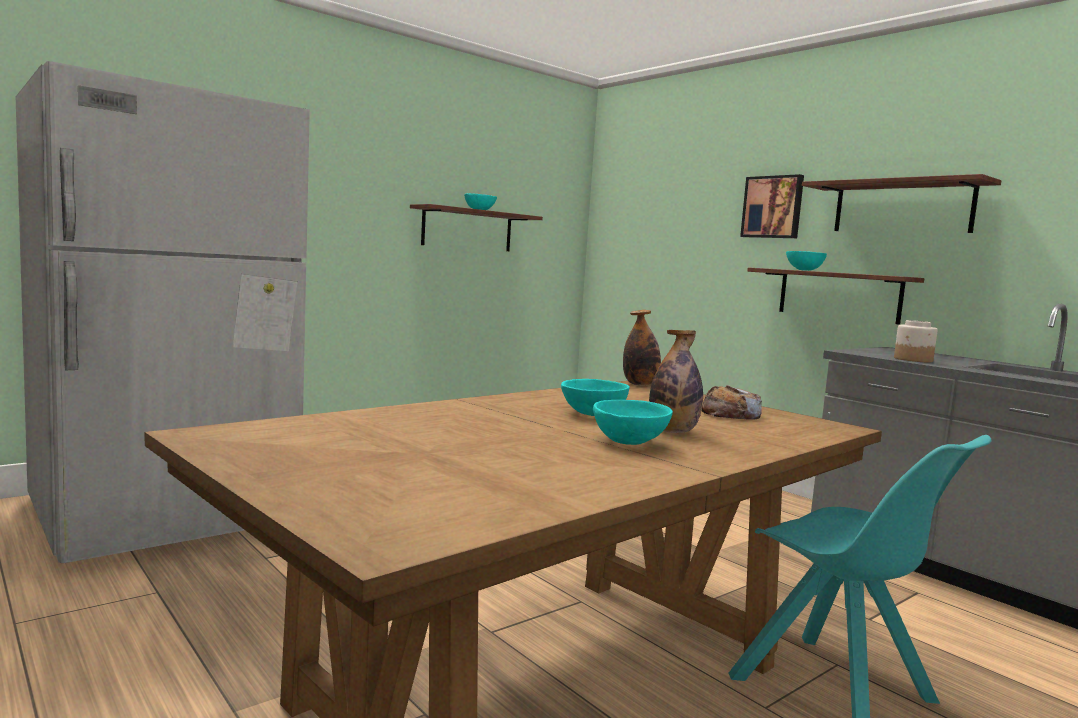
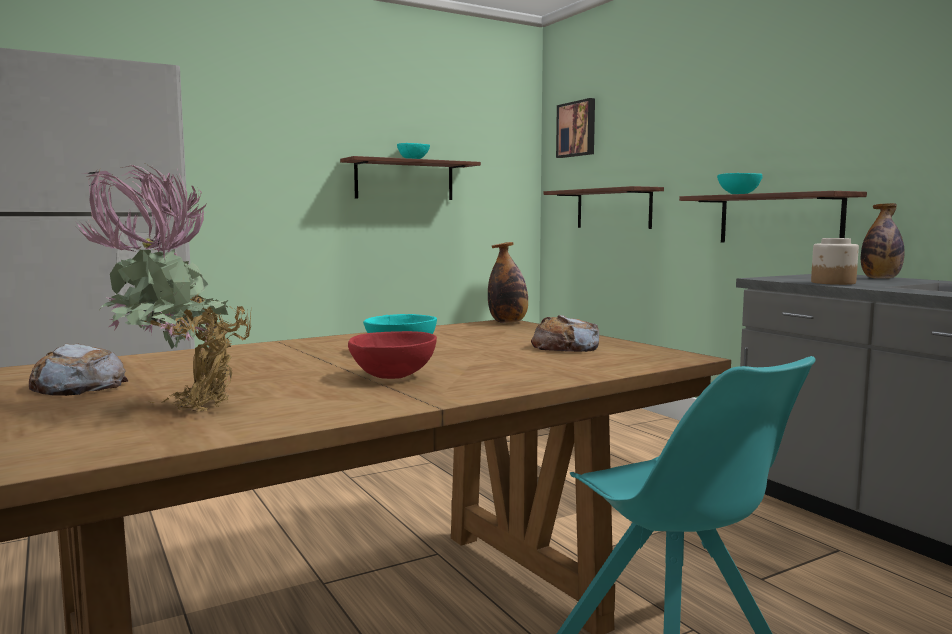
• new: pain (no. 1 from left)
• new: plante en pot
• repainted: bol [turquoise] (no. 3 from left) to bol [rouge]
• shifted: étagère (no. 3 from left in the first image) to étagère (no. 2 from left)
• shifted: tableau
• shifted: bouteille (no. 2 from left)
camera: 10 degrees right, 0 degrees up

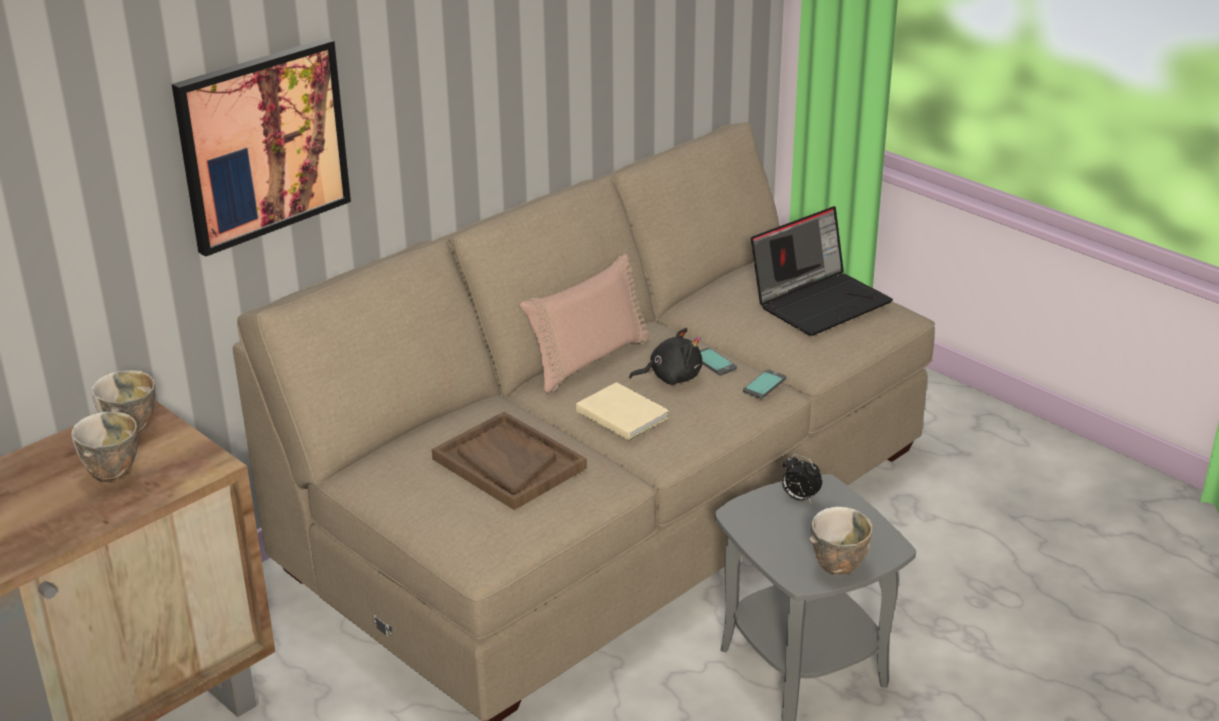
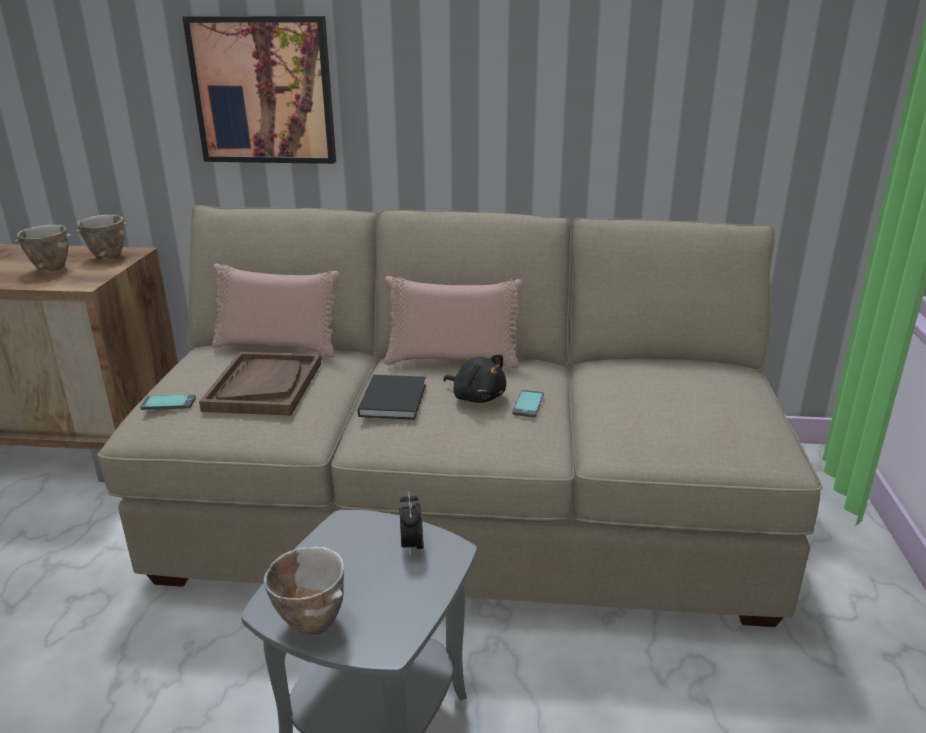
• shifted: téléphone (no. 2 from left in the first image) to téléphone (no. 1 from left)
• new: coussin [beige] (no. 1 from left)
• repainted: livre [beige] to livre [noir]
• gone: ordinateur portable
camera: 50 degrees right, 5 degrees down

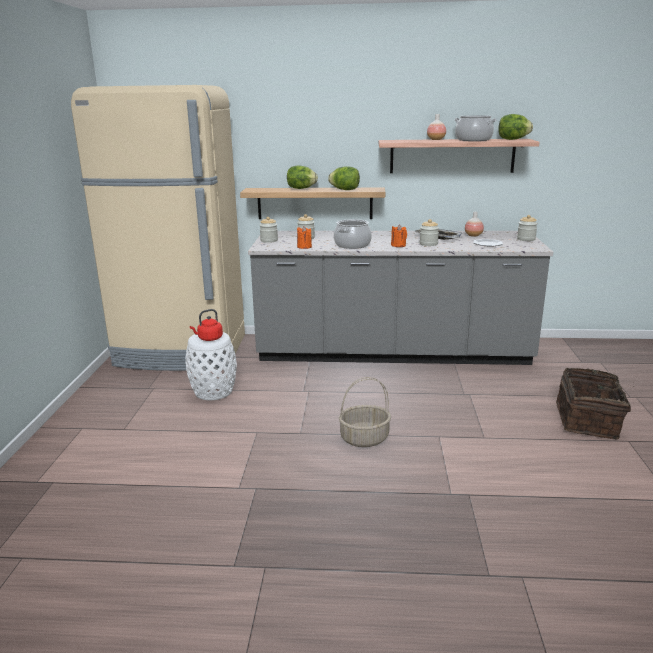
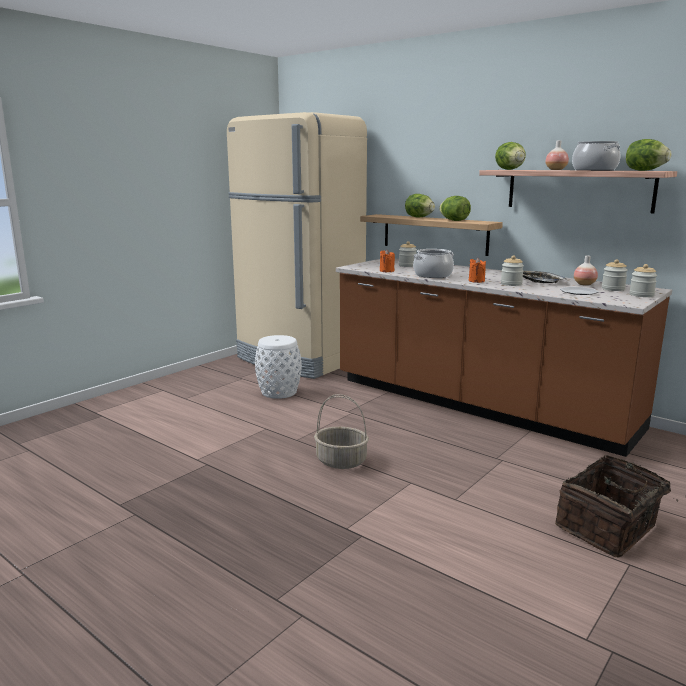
• repainted: comptoir de cuisine [gris] to comptoir de cuisine [marron]
• new: laitue (no. 3 from left)
• shifted: bocal (no. 1 from left in the first image) to bocal (no. 3 from left)
• gone: bouilloire [rouge]
camera: 35 degrees right, 5 degrees down

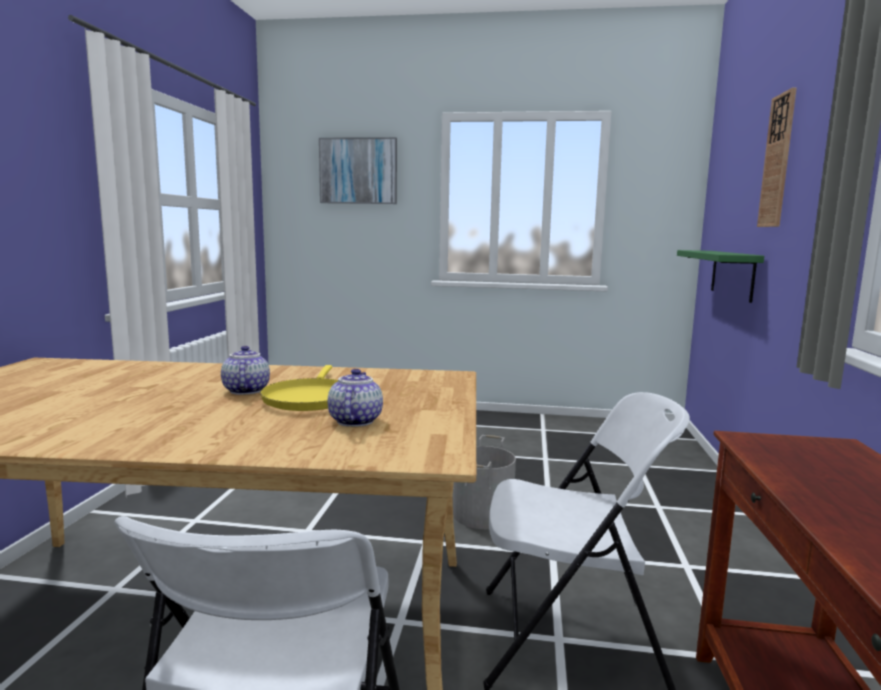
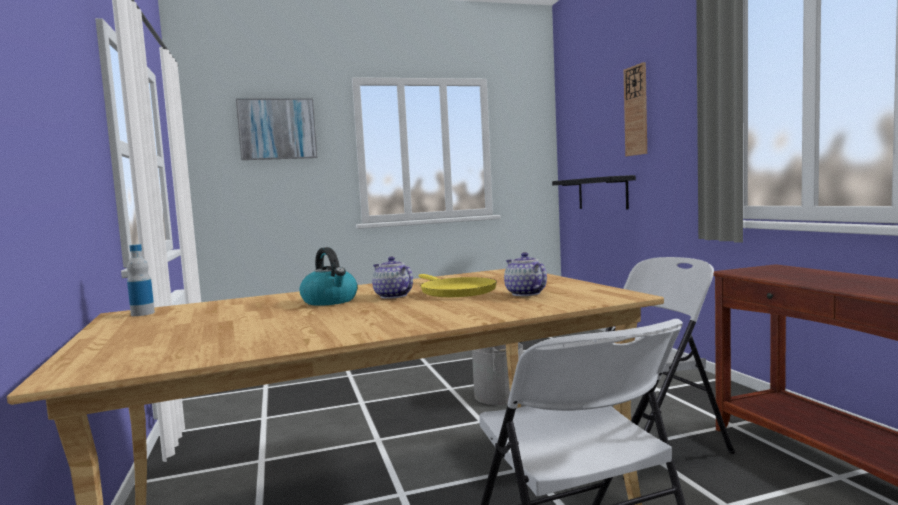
• new: bouteille
• new: bouilloire
• repainted: étagère [vert] to étagère [noir]
camera: 25 degrees left, 5 degrees down

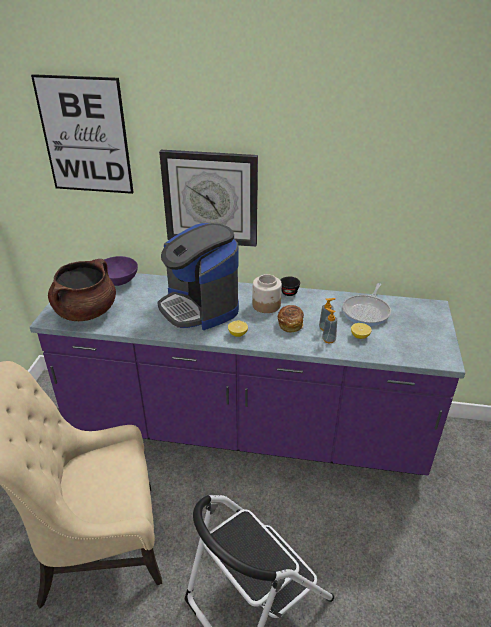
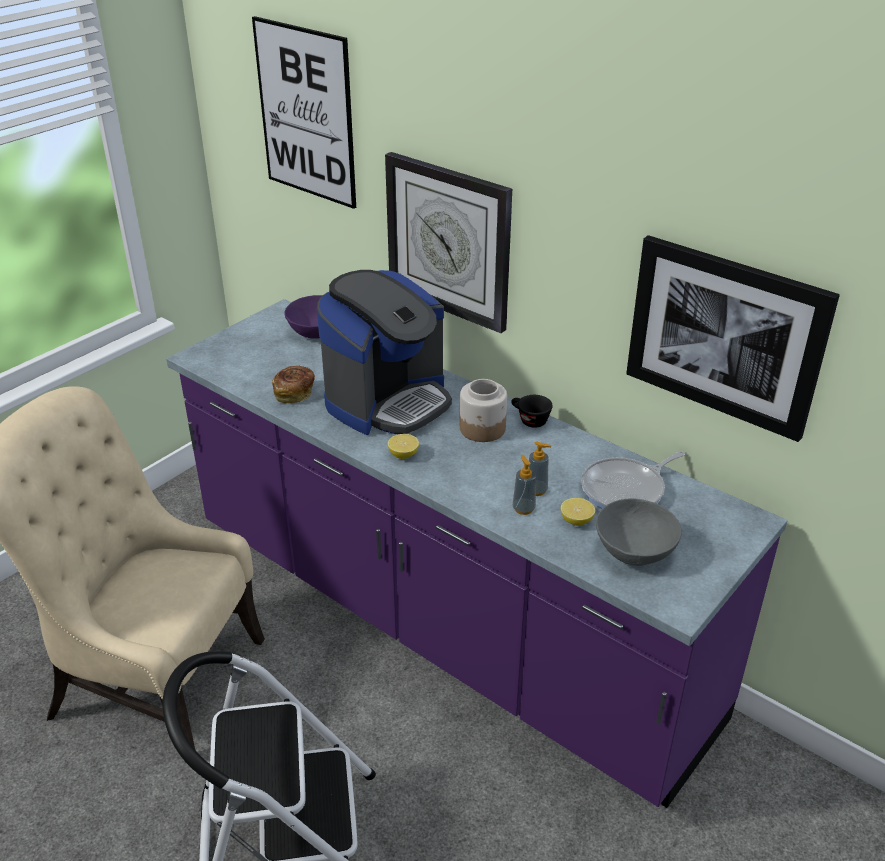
• shifted: pain
• rotated: machine à café 135 degrees counterclockwise
• new: bol [gris]
• new: tableau (no. 2 from left)
• gone: marmite [marron]
camera: 30 degrees right, 0 degrees up

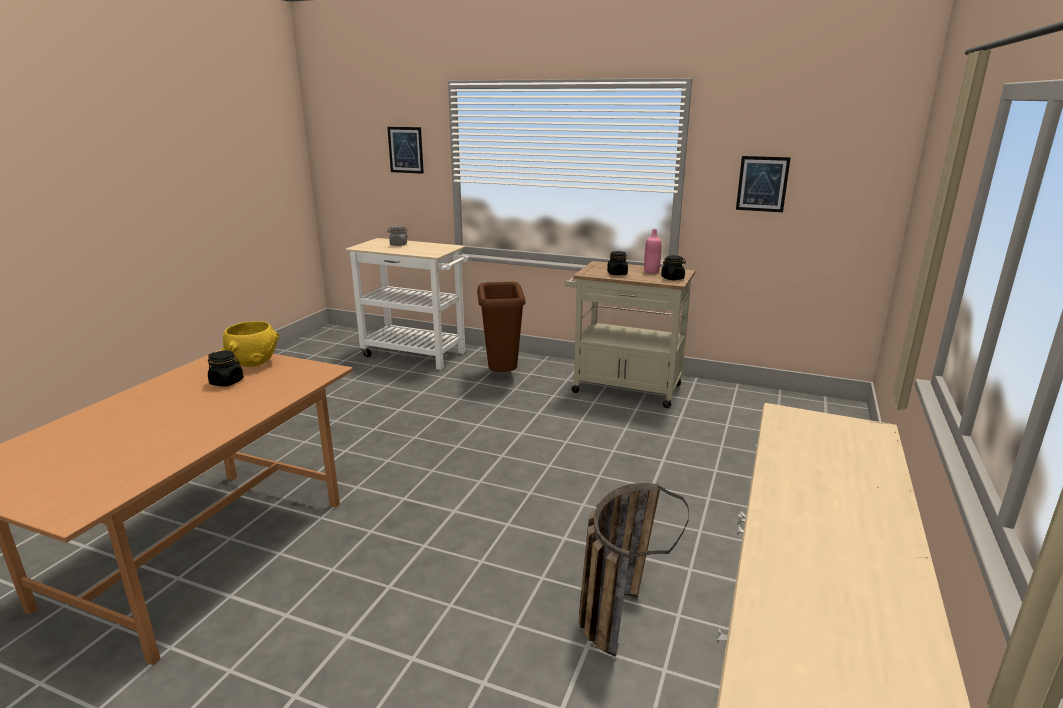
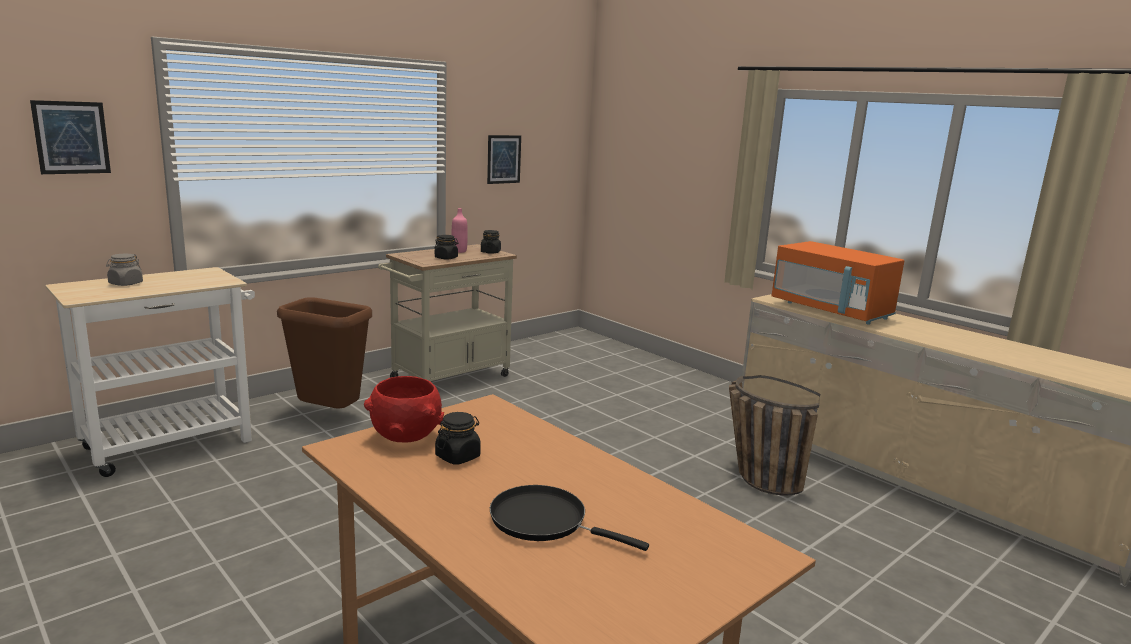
• repainted: bol [jaune] to bol [rouge]
• new: poêle [noir]
• new: micro-ondes [orange]
camera: 65 degrees left, 5 degrees down

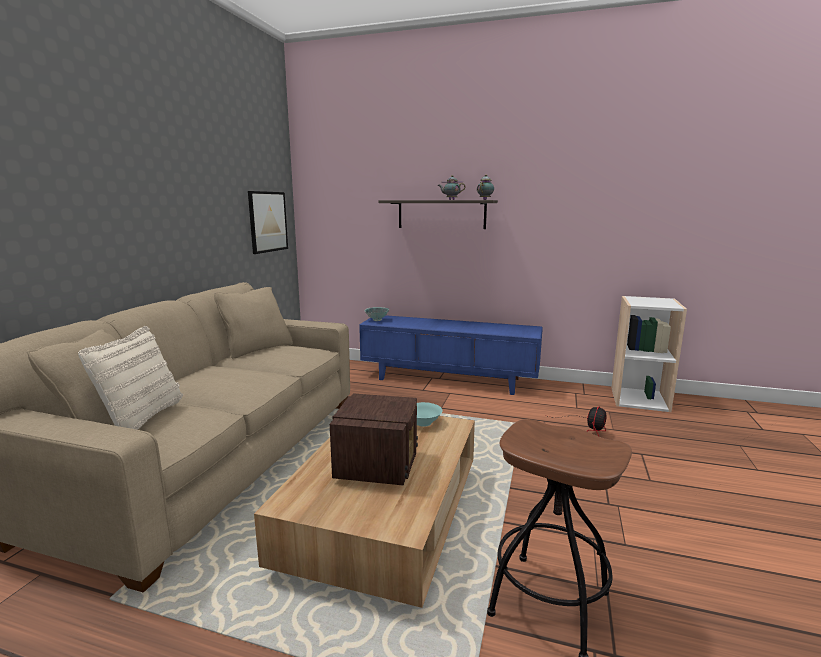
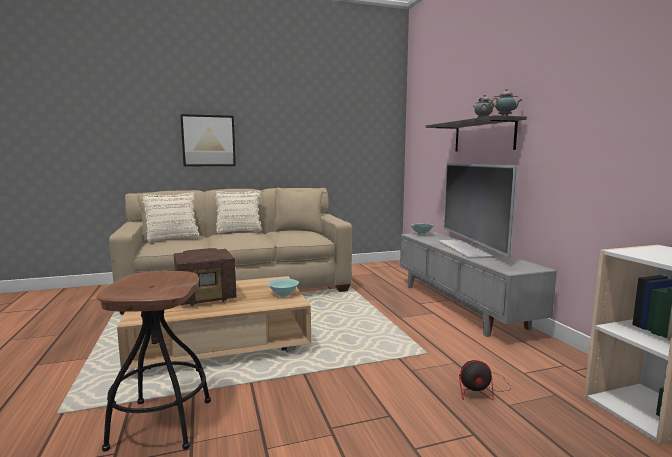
• shifted: tableau
• new: coussin [beige] (no. 2 from left)
• repainted: meuble télé [bleu] to meuble télé [gris]
• new: téléviseur
camera: 55 degrees right, 5 degrees down

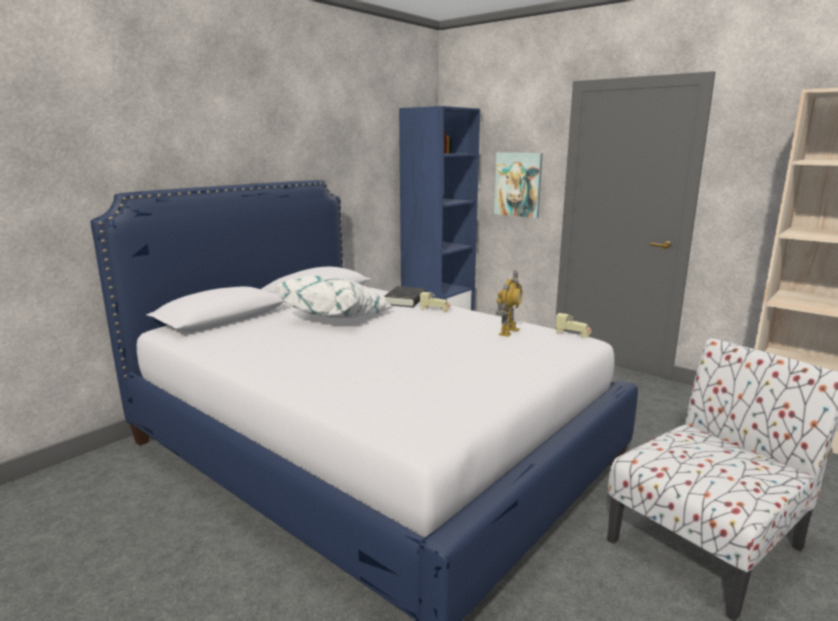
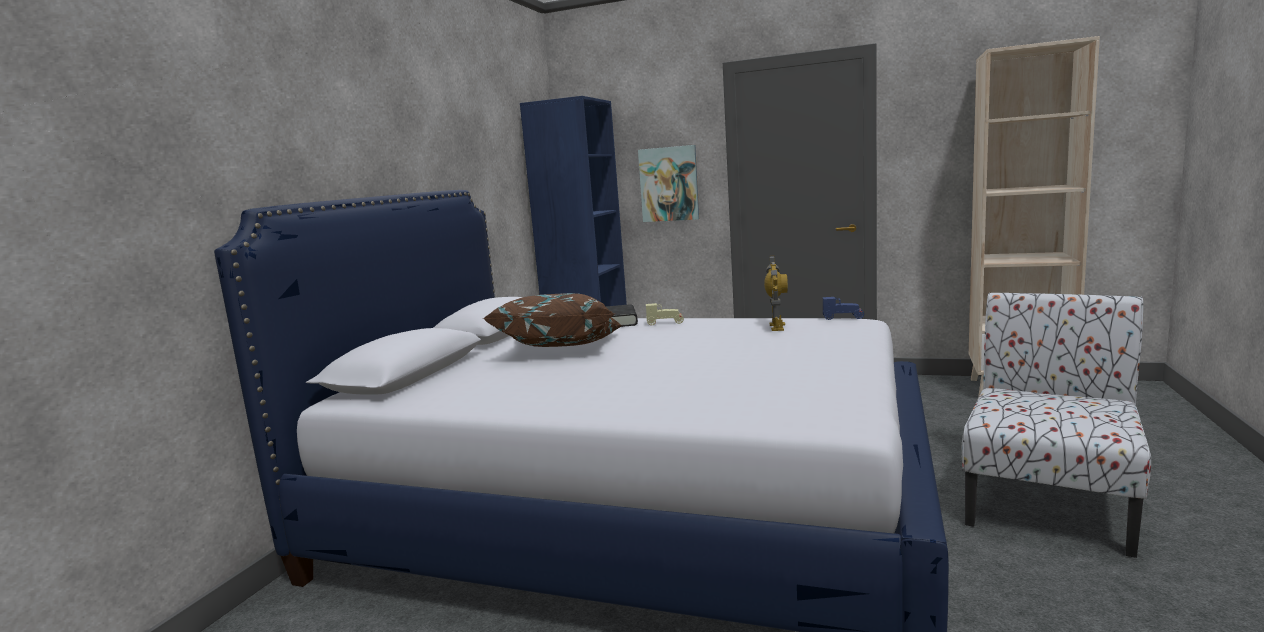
• repainted: coussin [blanc] to coussin [marron]
• repainted: petite voiture [beige] (no. 2 from left) to petite voiture [bleu]
camera: 20 degrees left, 5 degrees down

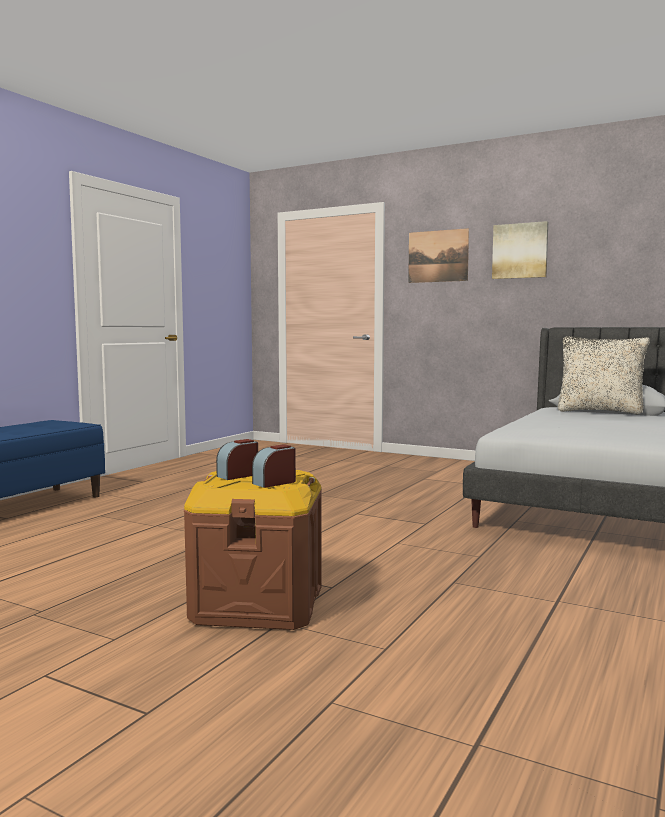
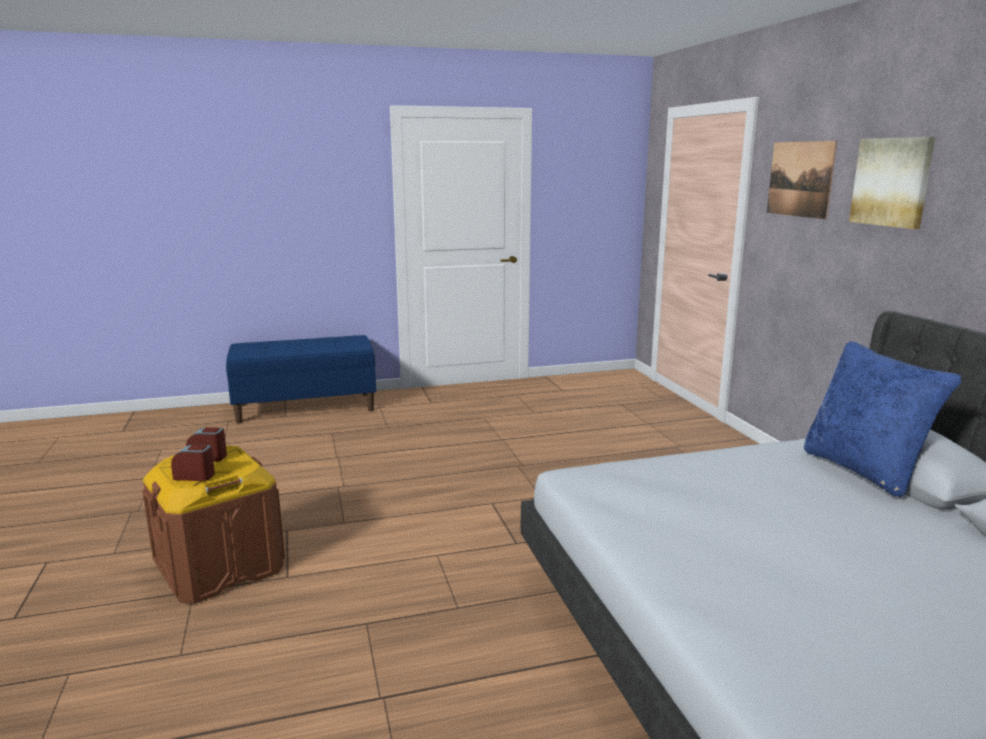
• repainted: coussin [beige] to coussin [bleu]
camera: 45 degrees right, 10 degrees up

